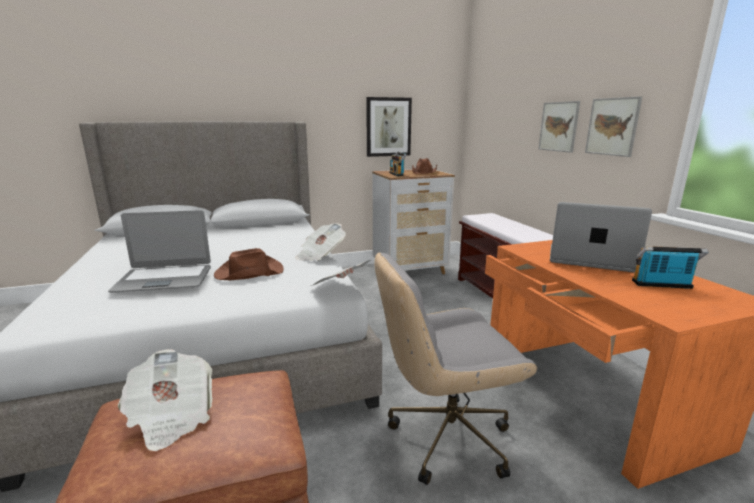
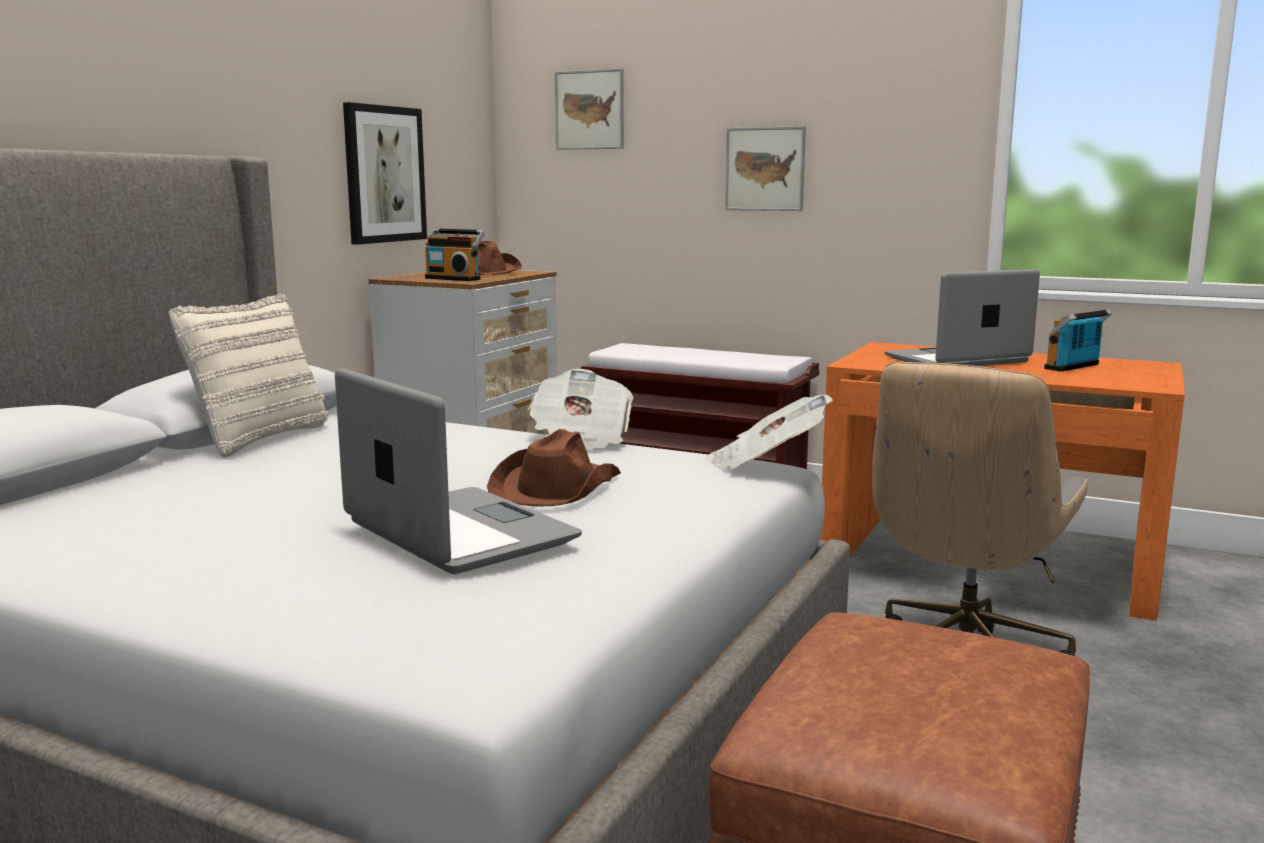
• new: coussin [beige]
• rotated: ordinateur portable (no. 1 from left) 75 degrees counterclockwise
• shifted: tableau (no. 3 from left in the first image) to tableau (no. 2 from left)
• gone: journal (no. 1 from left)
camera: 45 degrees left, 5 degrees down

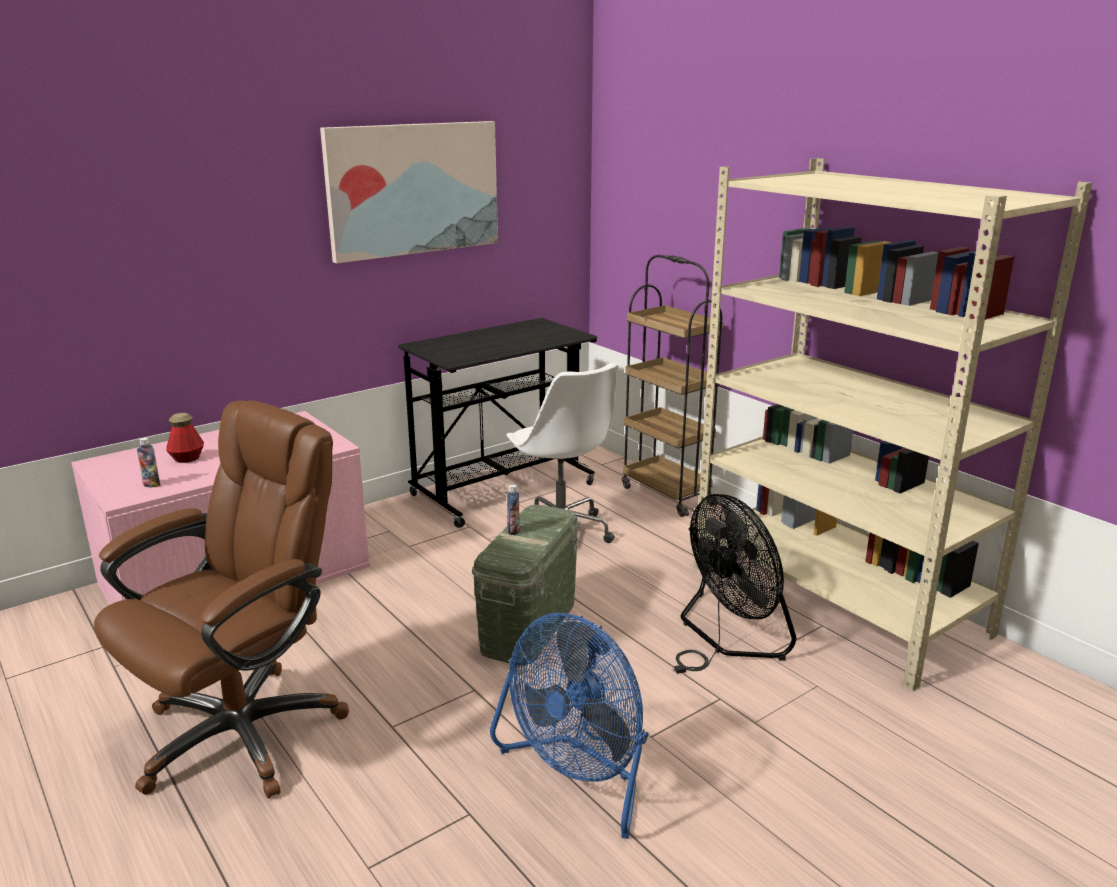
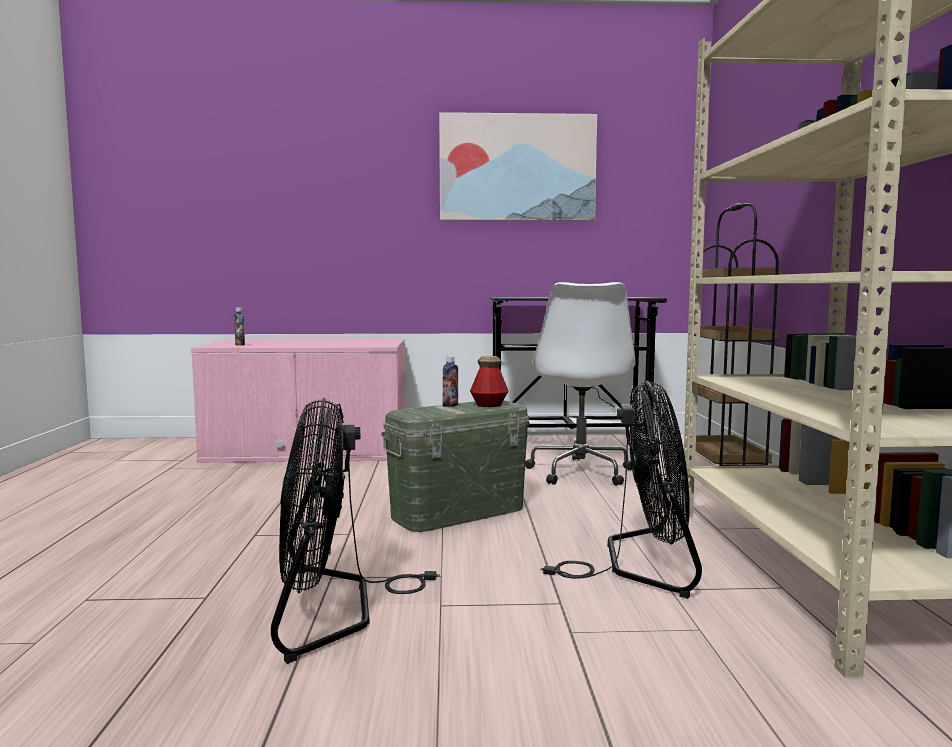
• repainted: ventilateur [bleu] to ventilateur [noir] (no. 1 from left)
• shifted: bouteille (no. 2 from left in the first image) to bouteille (no. 3 from left)
• gone: chaise de bureau [marron]
camera: 35 degrees right, 15 degrees down

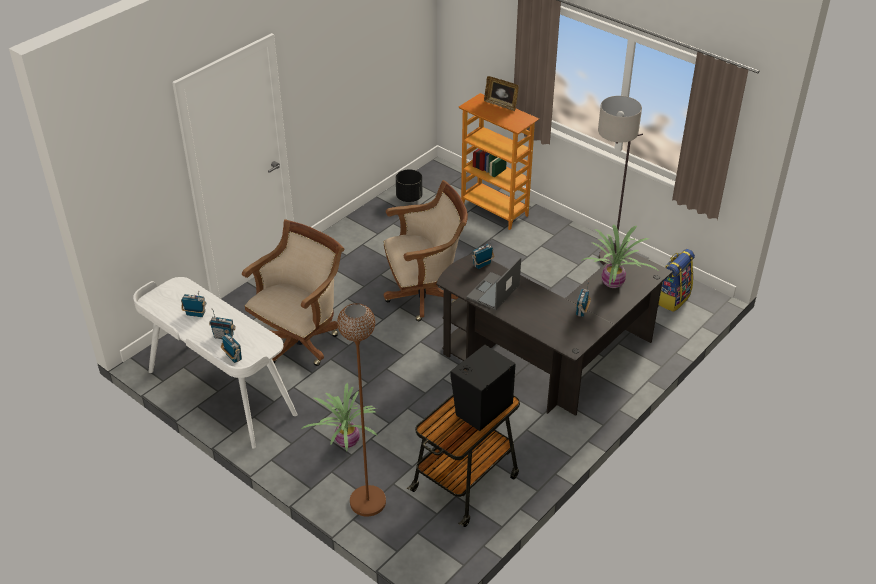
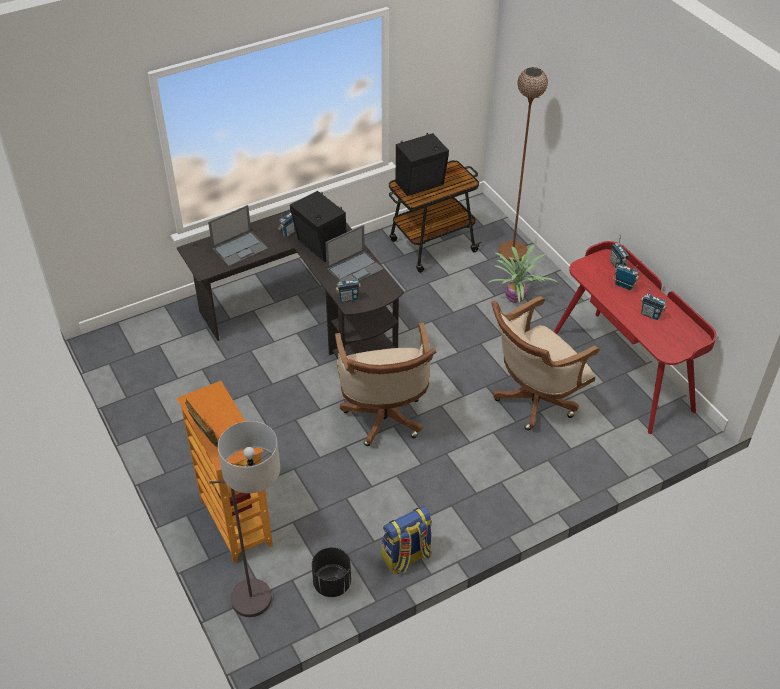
• swapped: plante en pot (no. 2 from left) to ordinateur portable (no. 1 from left)
• shifted: lampadaire [gris]
• new: enceinte [noir] (no. 1 from left)
• rotated: chaise de bureau (no. 2 from left in the first image) 105 degrees counterclockwise
• shifted: sac à dos
• repainted: bureau [blanc] to bureau [rouge]
camera: 160 degrees left, 5 degrees up

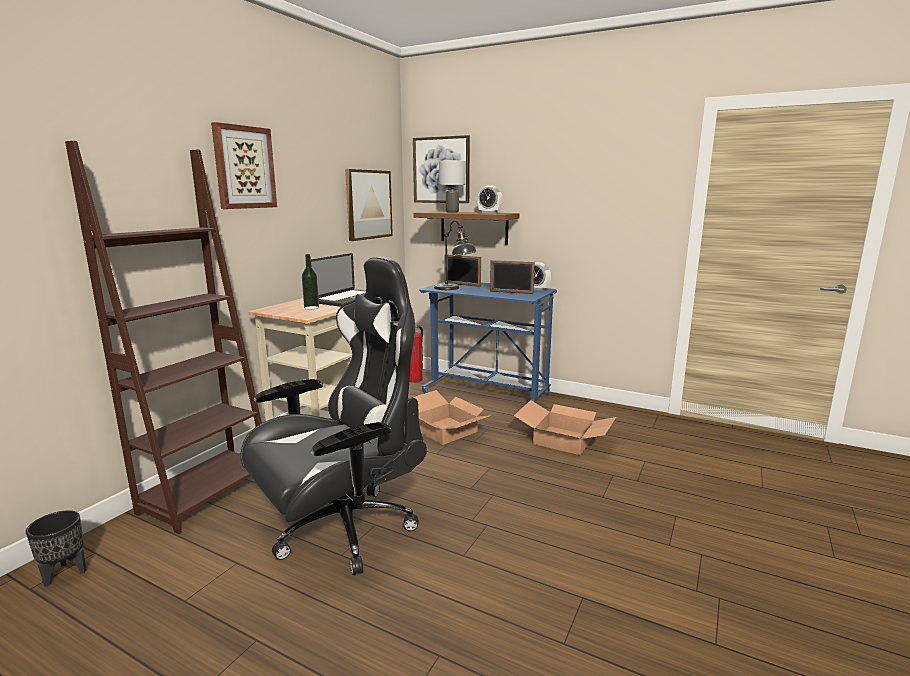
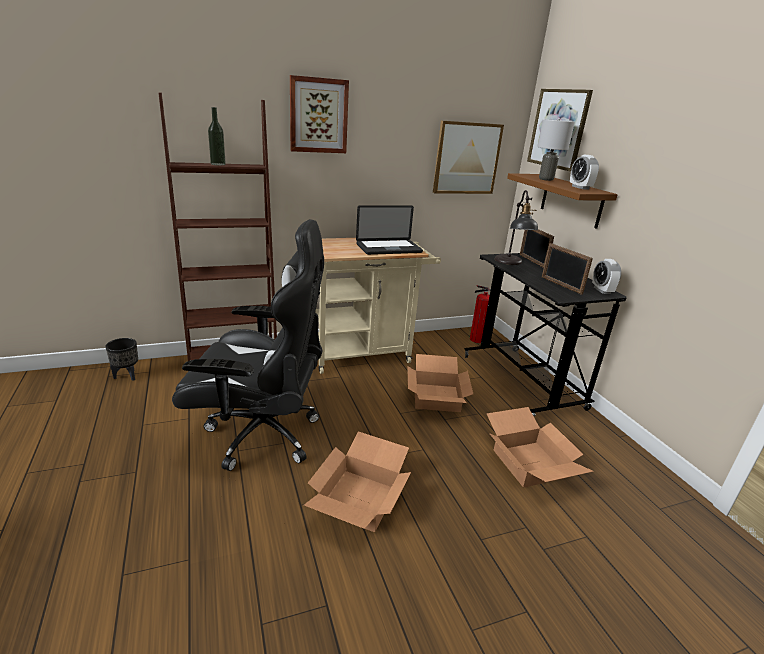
• shifted: bouteille
• new: carton (no. 1 from left)
• repainted: bureau [bleu] to bureau [noir]
camera: 40 degrees right, 10 degrees up

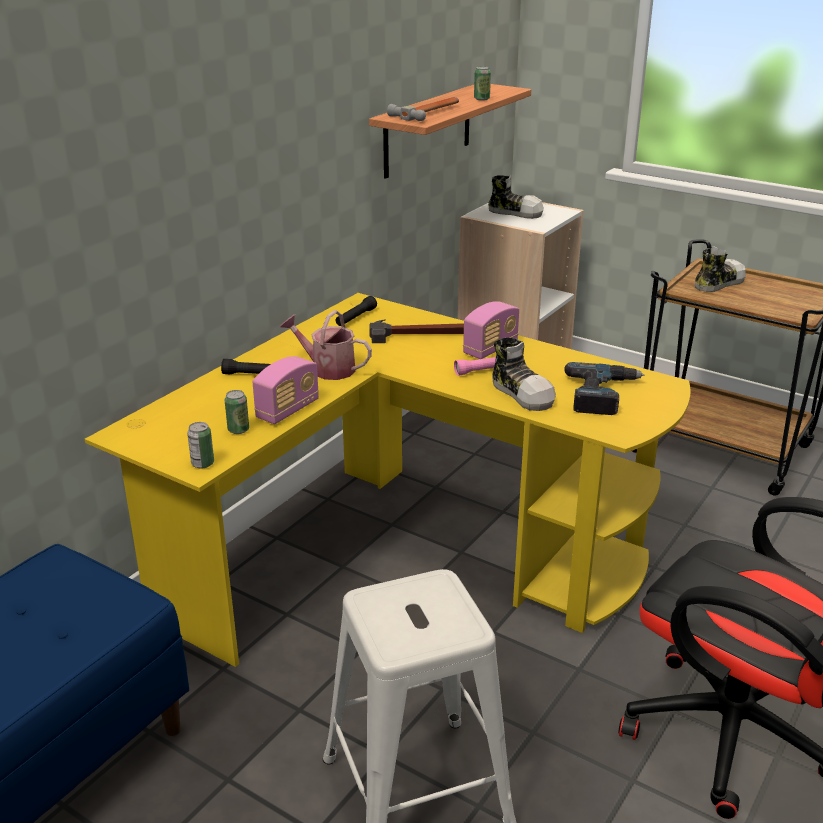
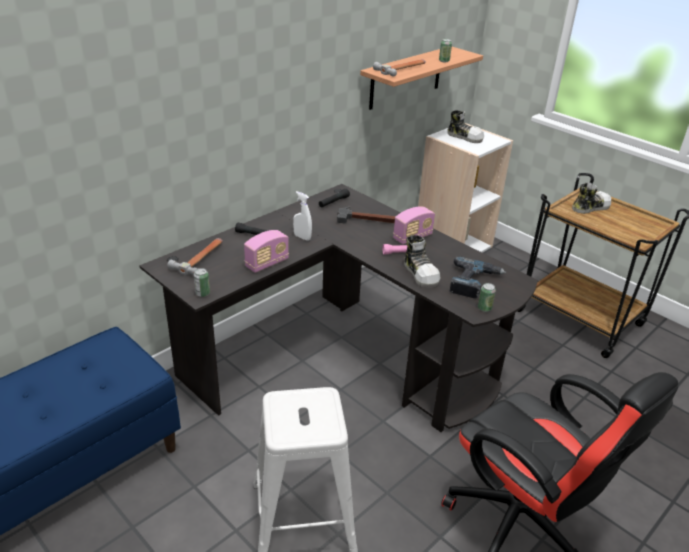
• repainted: bureau [jaune] to bureau [noir]
• new: marteau (no. 1 from left)
• swapped: arrosoir to vaporisateur [blanc]
• shifted: boîte métallique (no. 2 from left in the first image) to boîte métallique (no. 3 from left)
camera: 10 degrees right, 5 degrees up

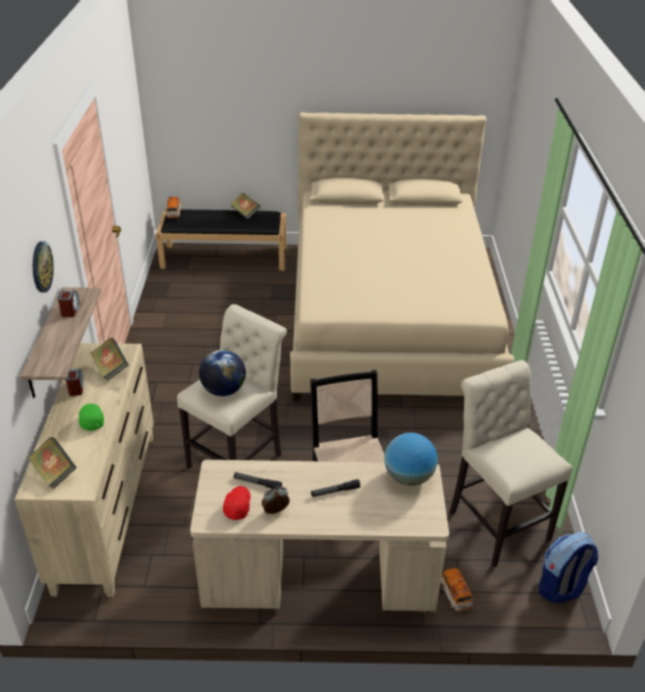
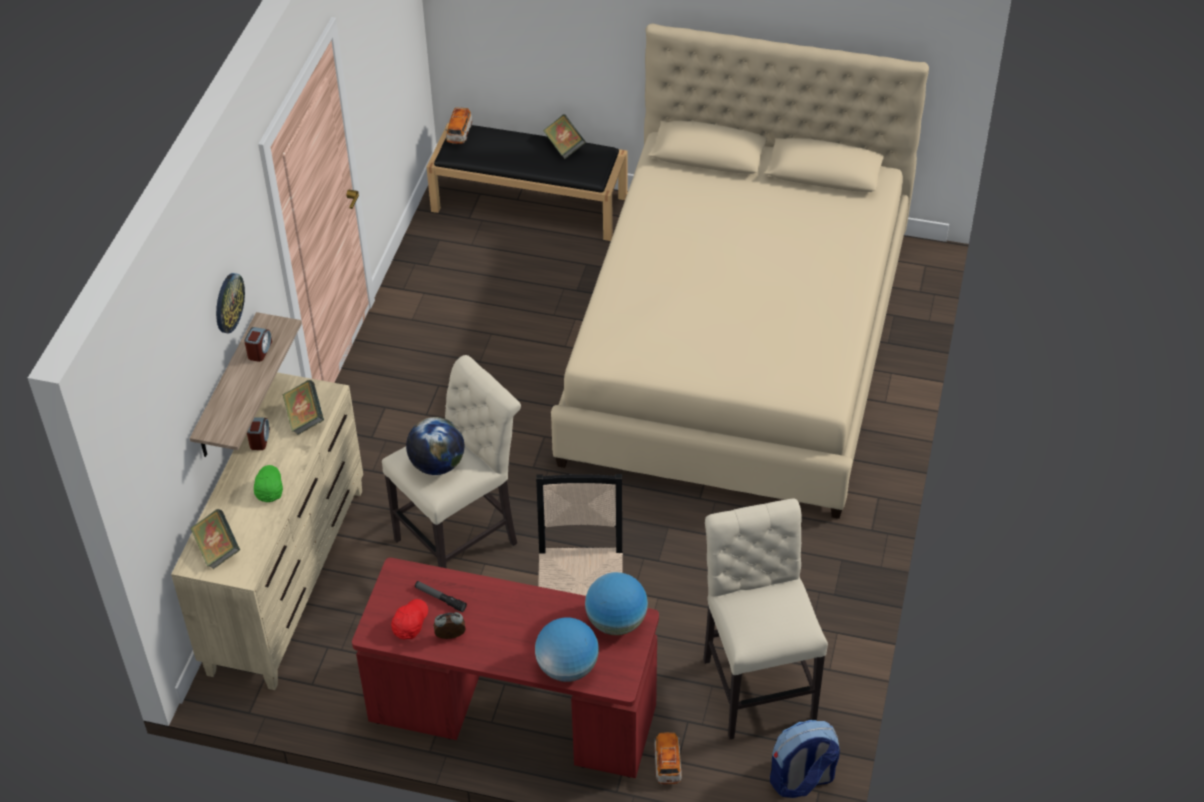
• repainted: bureau [beige] to bureau [rouge]
• new: globe (no. 2 from left)
• gone: lampe de poche (no. 2 from left)
camera: 15 degrees right, 10 degrees up

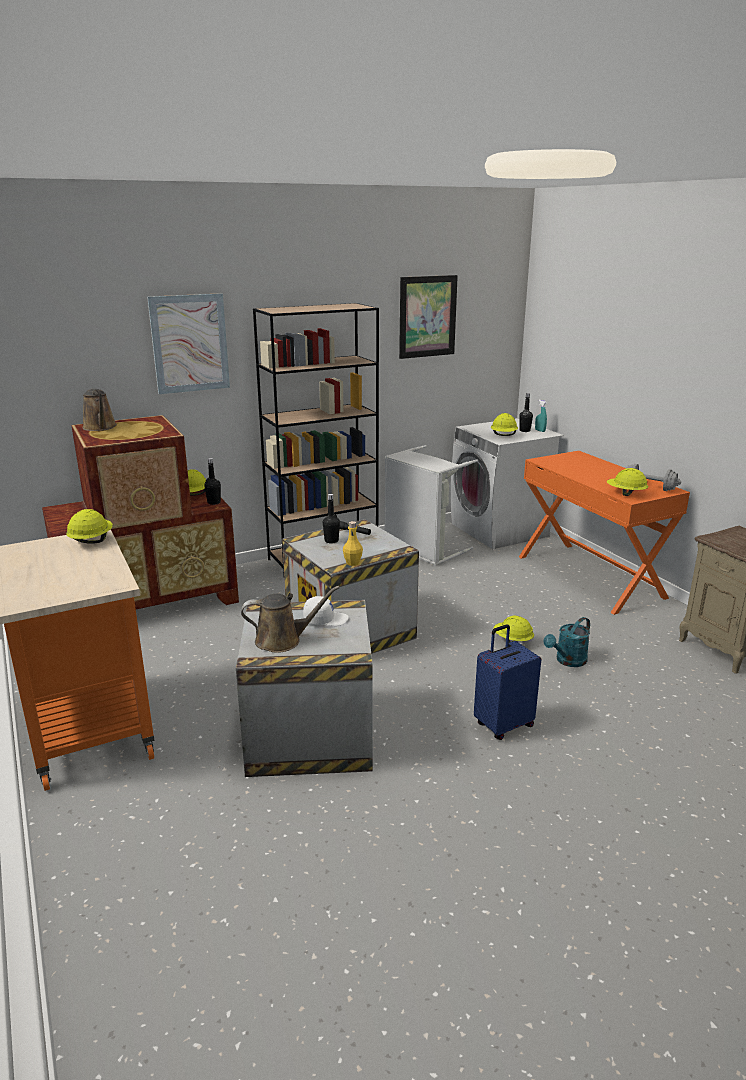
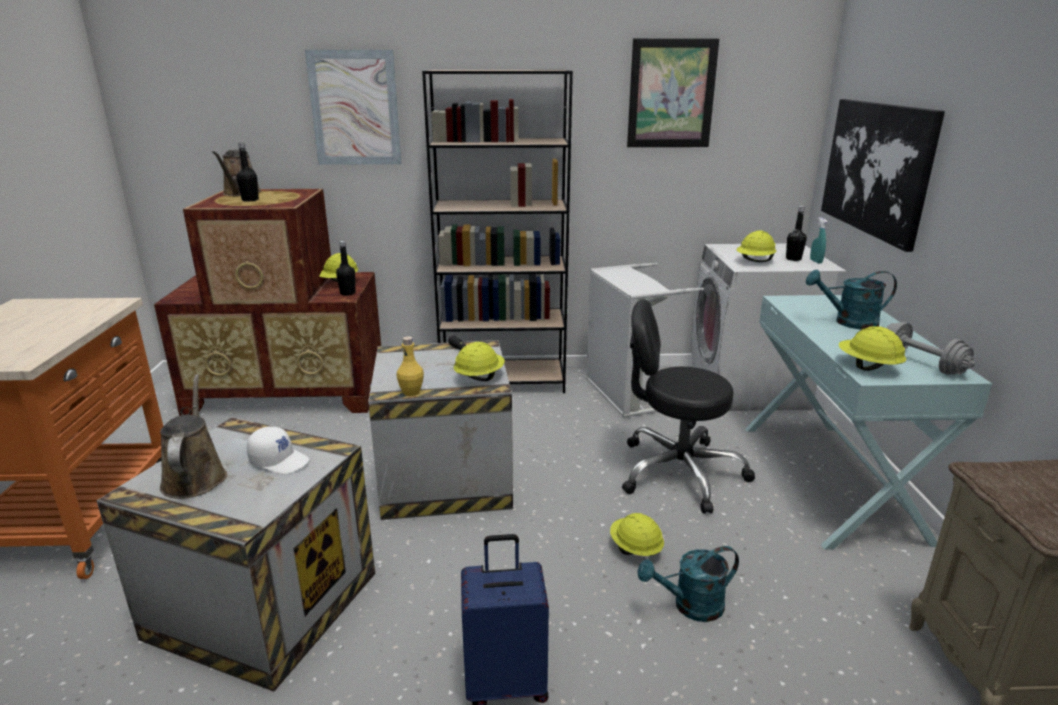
• rotated: arrosoir [marron] (no. 2 from left in the first image) 120 degrees counterclockwise
• shifted: bouteille [noir] (no. 2 from left in the first image) to bouteille [noir] (no. 1 from left)
• shifted: casque de chantier [jaune] (no. 1 from left in the first image) to casque de chantier [jaune] (no. 2 from left)
• new: chaise de bureau [noir]
• repainted: bureau [orange] to bureau [turquoise]
• new: arrosoir [turquoise] (no. 2 from left)
• new: tableau (no. 3 from left)
camera: 25 degrees right, 0 degrees up

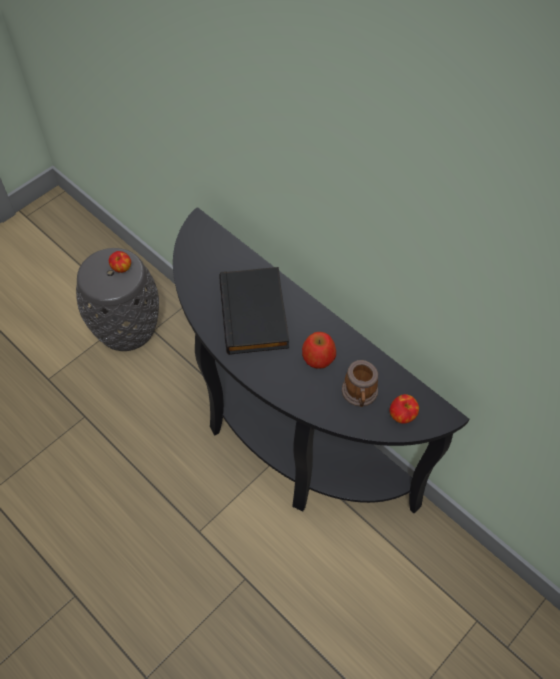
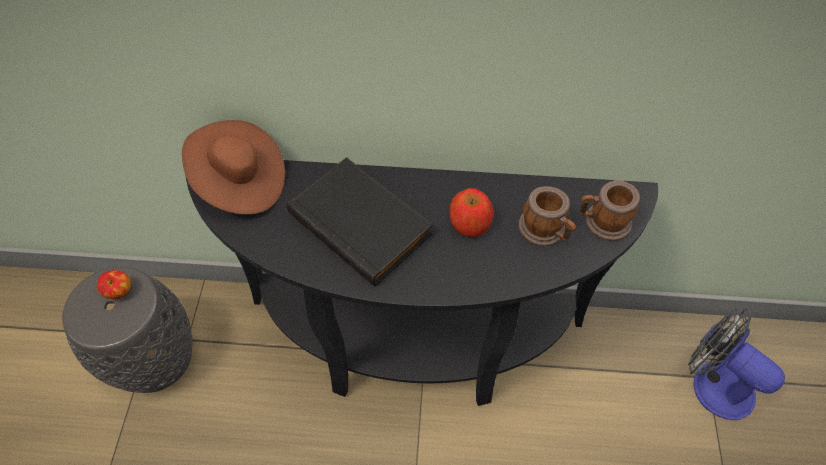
• new: chapeau [marron]
• swapped: pomme (no. 3 from left) to mug (no. 2 from left)
• new: ventilateur
camera: 40 degrees left, 0 degrees up

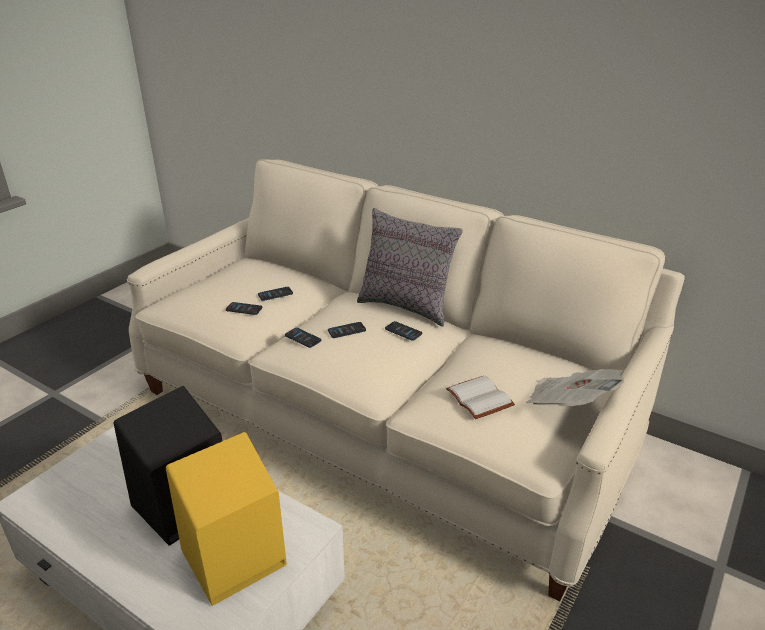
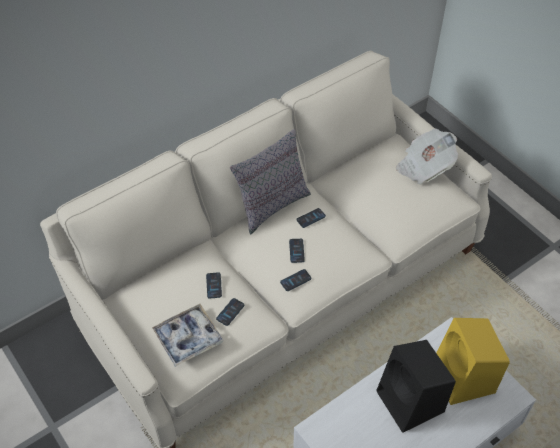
• new: plateau
• gone: livre [blanc]
camera: 70 degrees left, 20 degrees up

